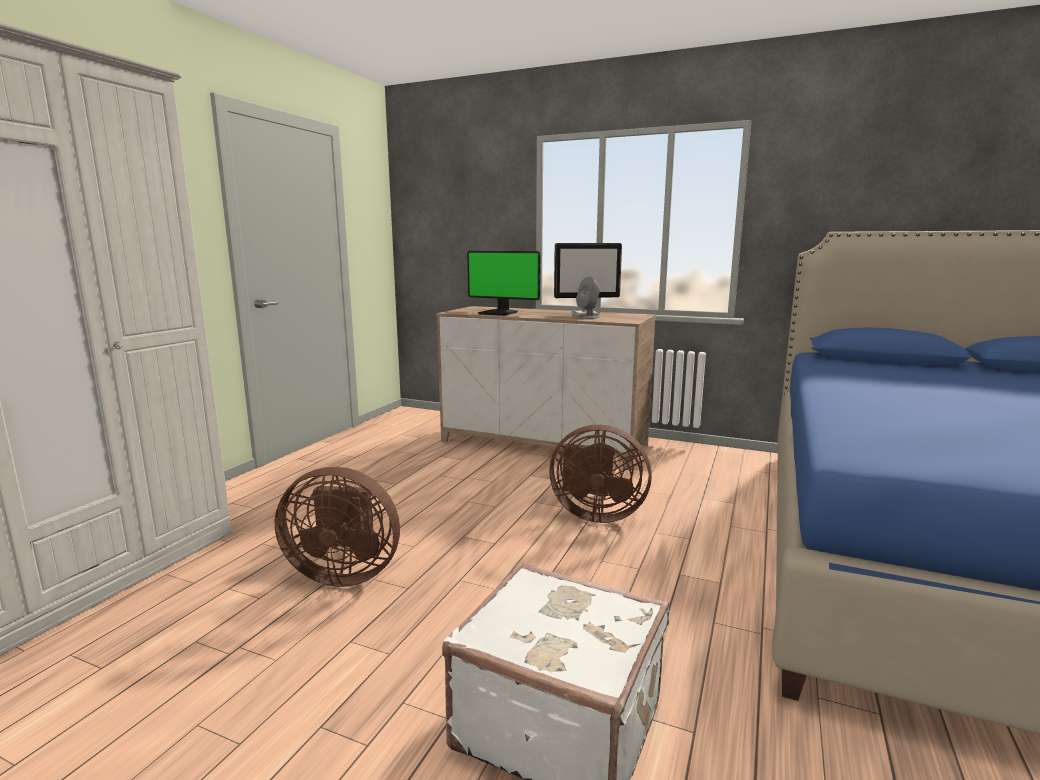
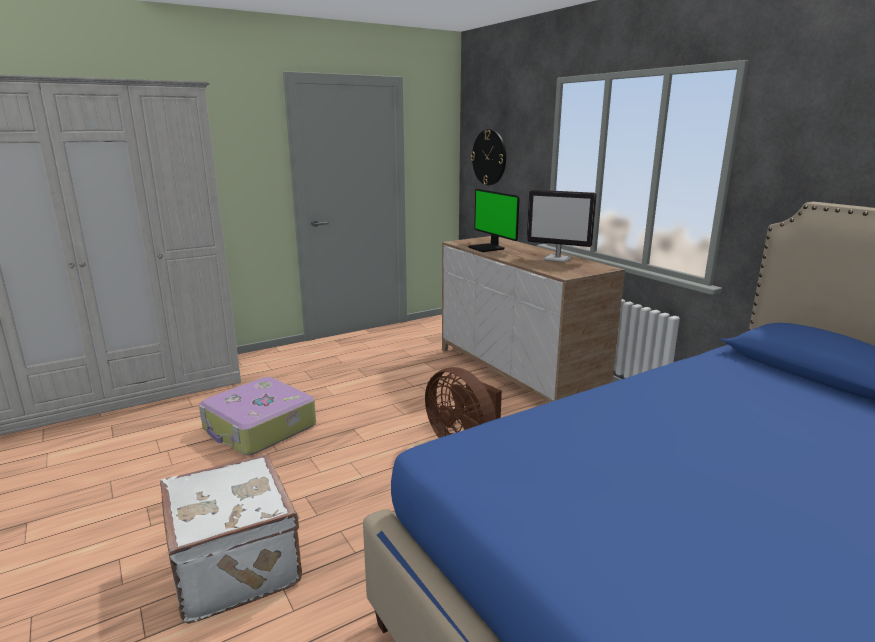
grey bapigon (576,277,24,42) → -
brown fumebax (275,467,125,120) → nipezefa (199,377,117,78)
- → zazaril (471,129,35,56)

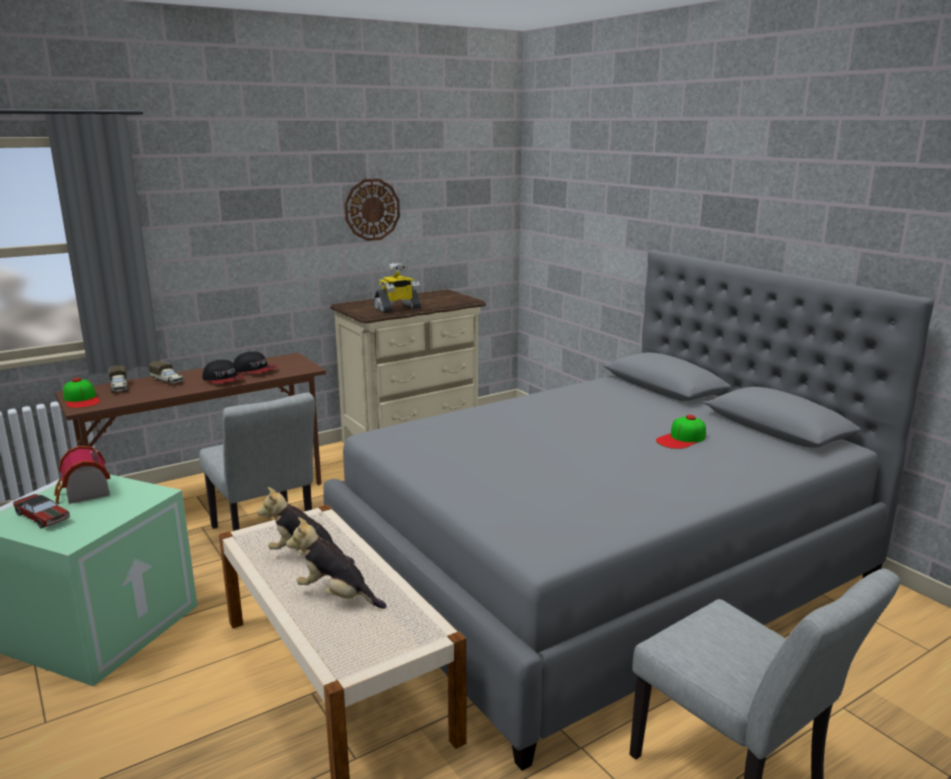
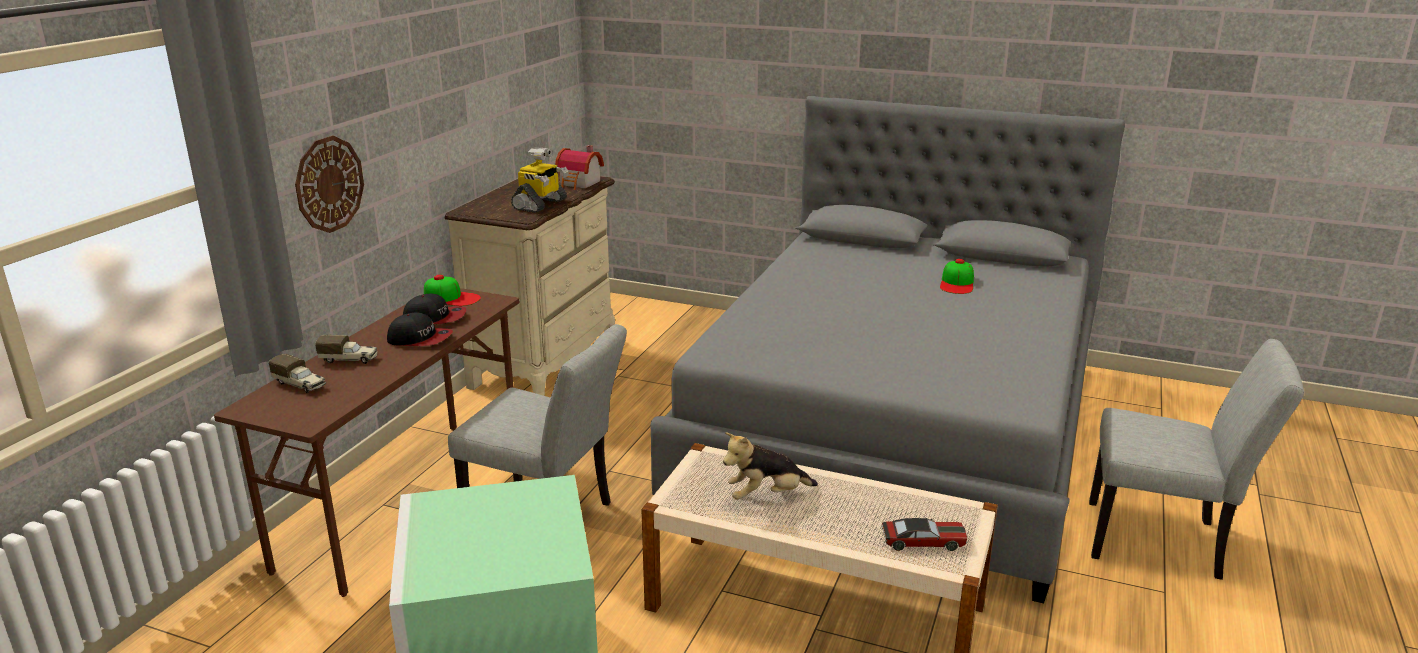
zazaril (345,179,55,62) → zazaril (295,136,69,97), relocated
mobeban (63,378,37,30) → mobeban (424,274,57,32), relocated
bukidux (54,446,57,58) → bukidux (555,145,49,45), relocated
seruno (13,494,57,35) → seruno (882,518,85,33), relocated
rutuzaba (286,517,101,92) → -

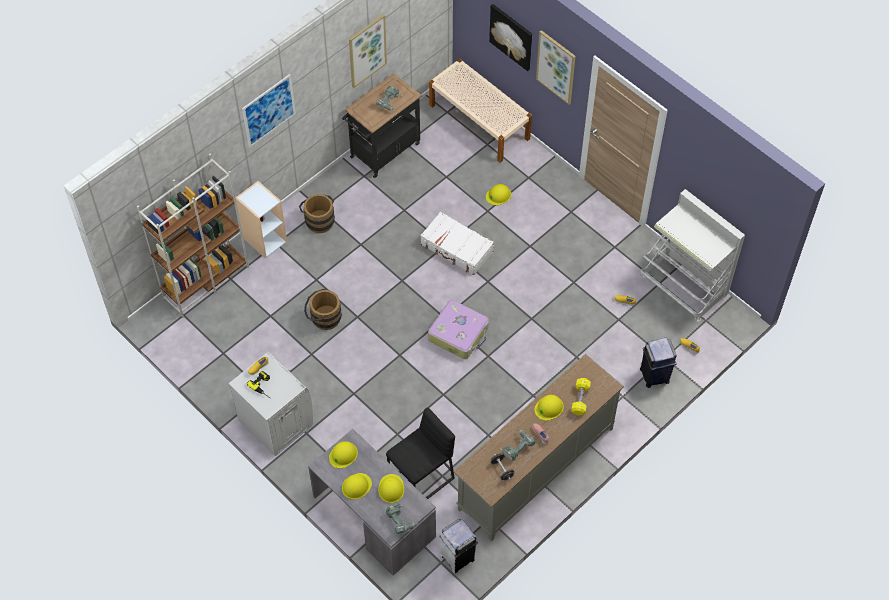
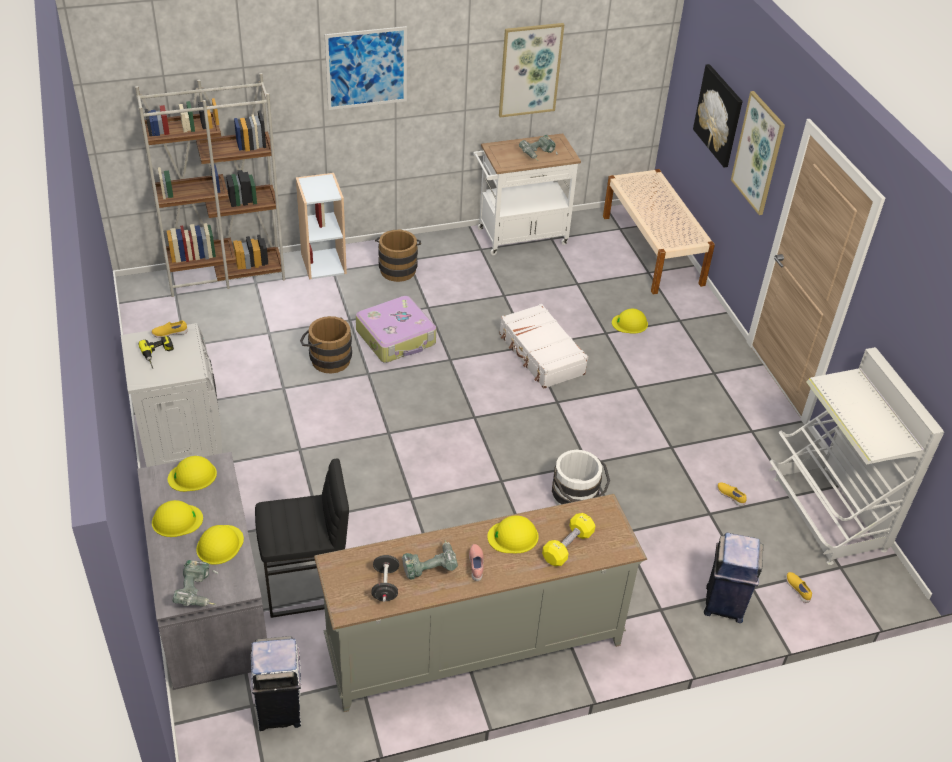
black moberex (342,73,79,105) → white moberex (473,133,108,122)
nipezefa (428,300,61,59) → nipezefa (356,296,80,67), relocated
- → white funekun (552,450,58,55)

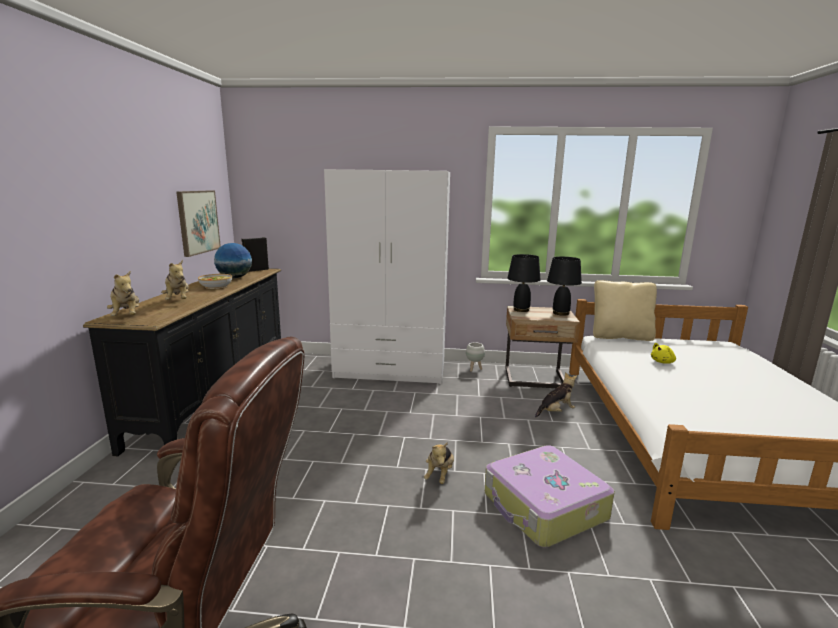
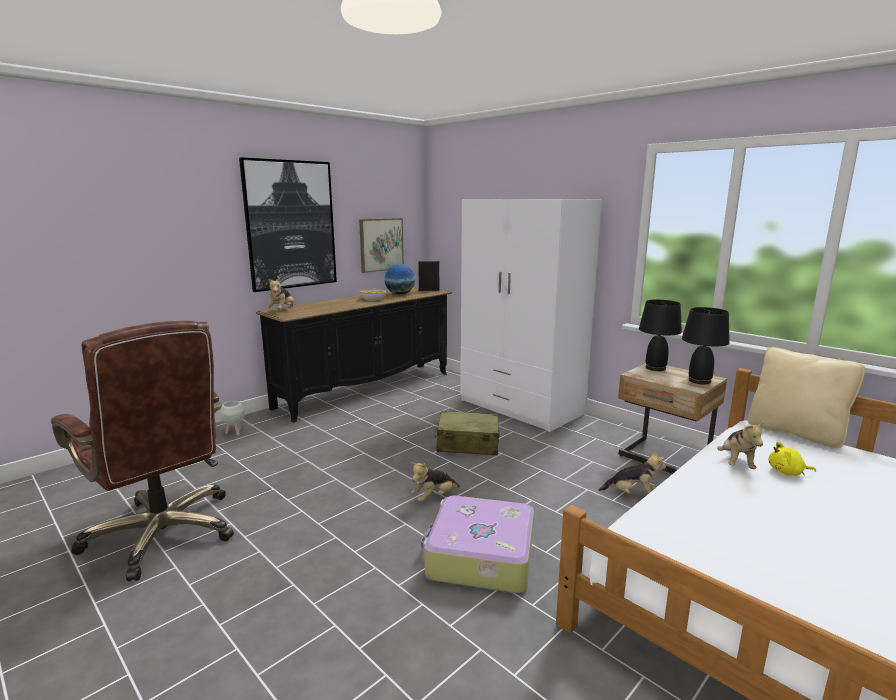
rutuzaba (161,260,28,40) → rutuzaba (717,422,46,47), relocated
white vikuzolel (466,342,19,30) → white vikuzolel (220,401,25,34), relocated
- → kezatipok (239,157,98,135)
- → beige nipezefa (434,411,66,44)

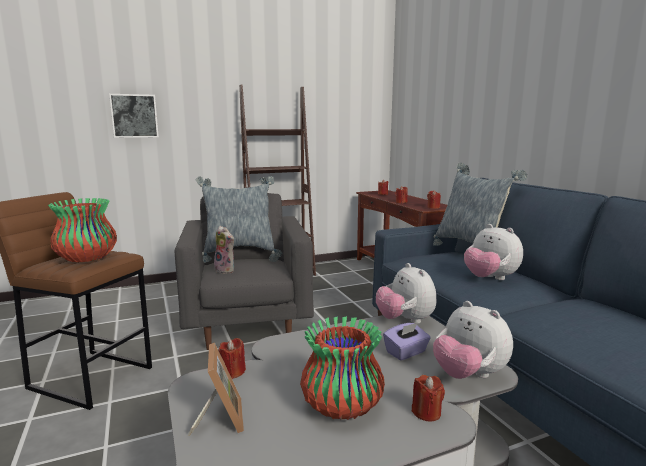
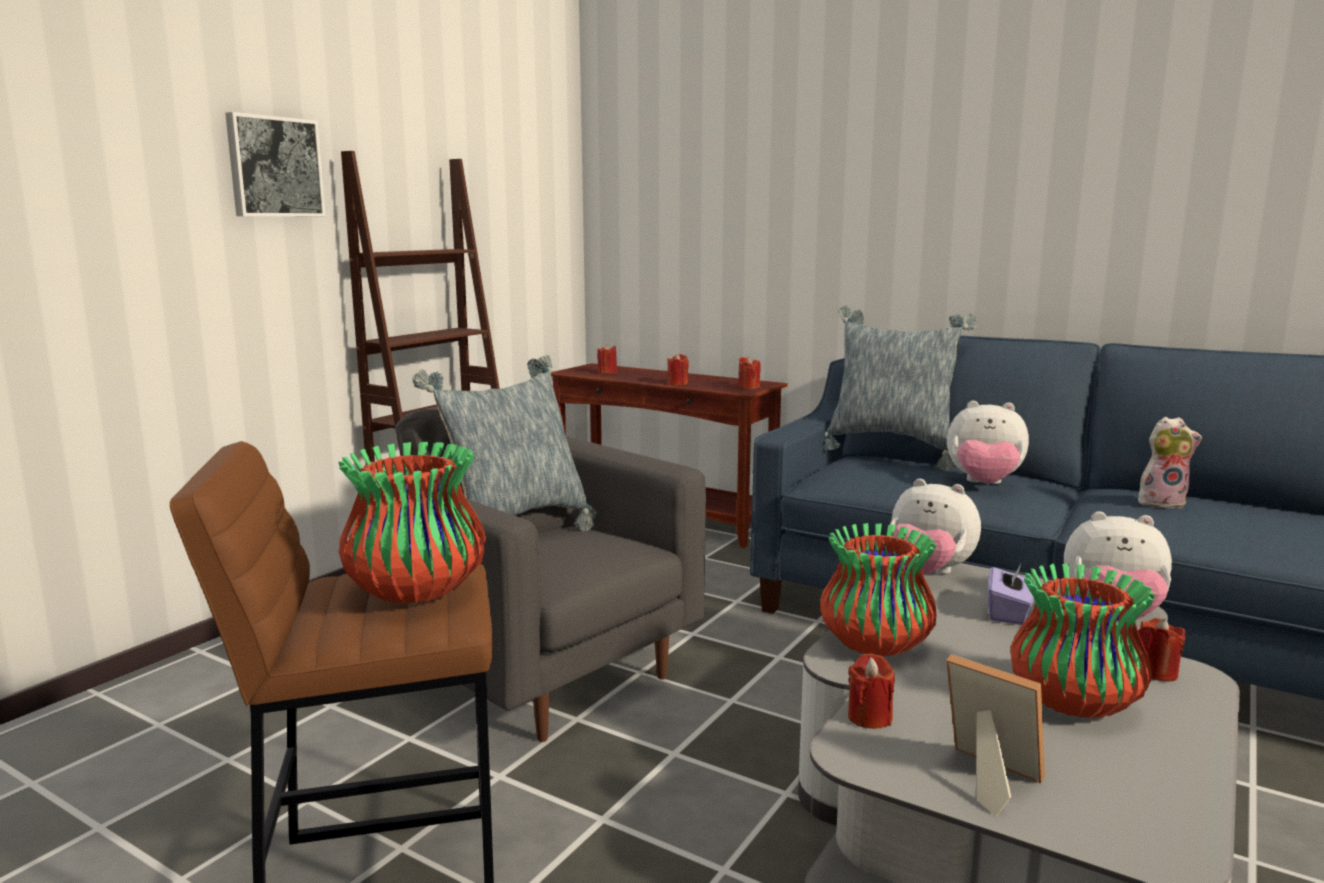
kezatipok (109,94,50,44) → kezatipok (225,112,101,104), relocated
rutuzaba (214,226,20,48) → rutuzaba (1138,417,64,92), relocated
- → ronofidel (820,523,117,134)

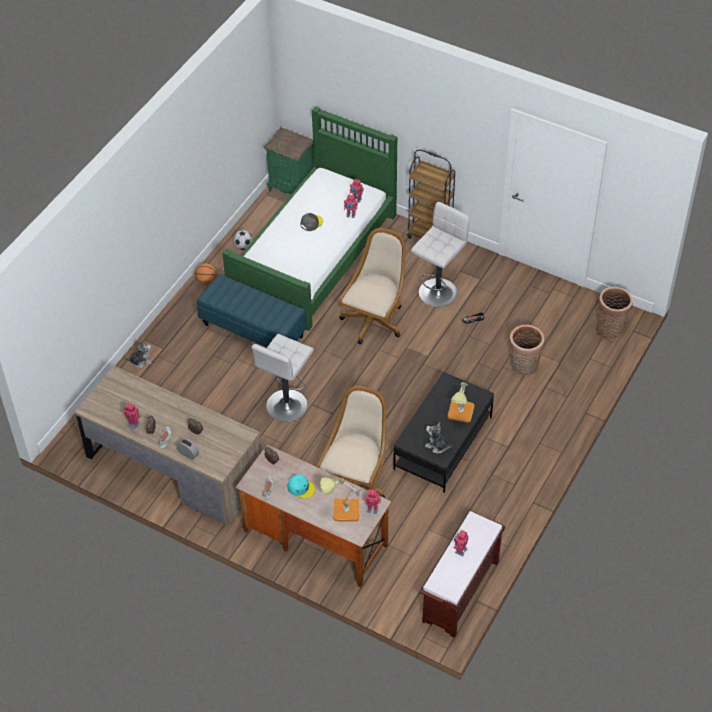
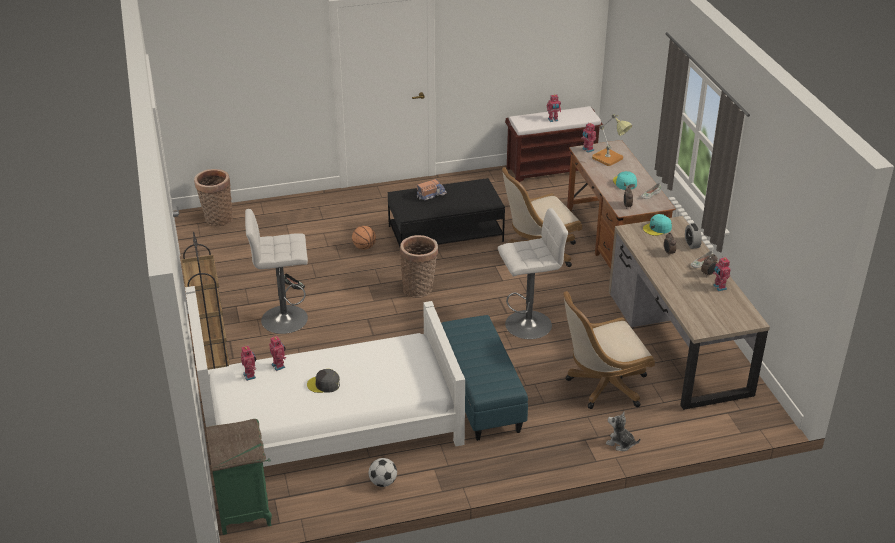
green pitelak (222,107,175,224) → white pitelak (185,286,280,181)
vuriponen (338,228,67,116) → vuriponen (563,291,92,118), relocated
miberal (195,263,22,22) → miberal (352,226,24,24), relocated
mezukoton (509,324,35,52) → mezukoton (400,235,38,63), relocated
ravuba (448,382,27,41) → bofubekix (417,179,30,22)
rutuzaba (425,422,27,31) → -
- → turquoise mobeban (643,214,29,22)

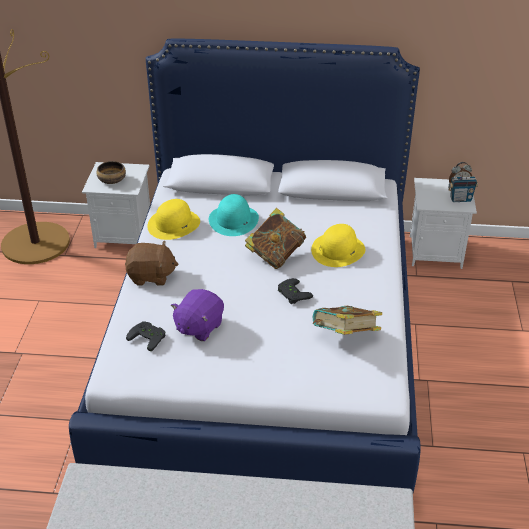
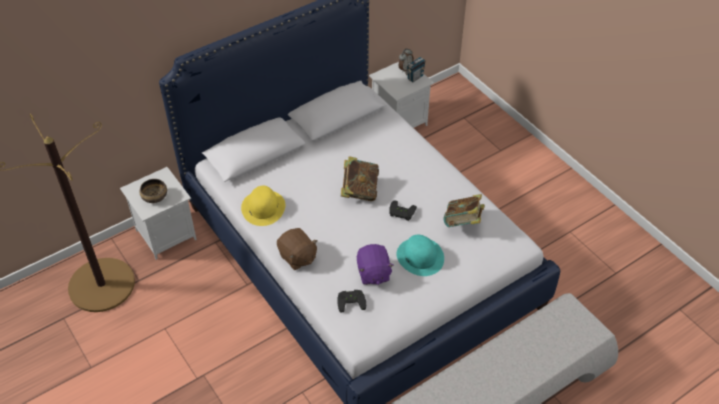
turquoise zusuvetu (209,194,50,42) → turquoise zusuvetu (396,235,48,41), relocated
yellow zusuvetu (311,224,54,43) → -
brown rutuzaba (125,241,53,45) → brown rutuzaba (277,228,41,42), 90 degrees clockwise

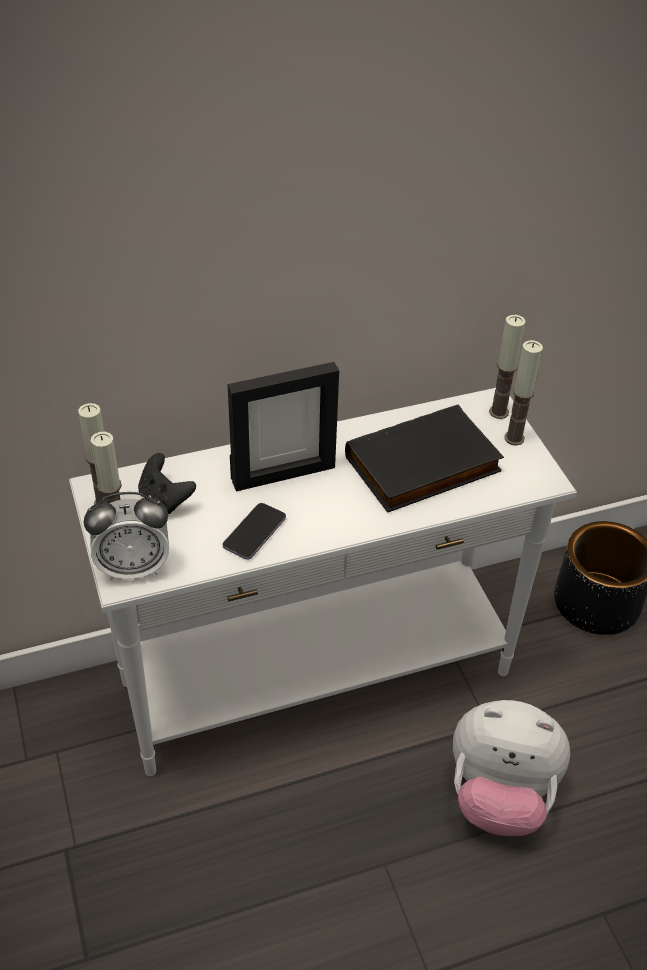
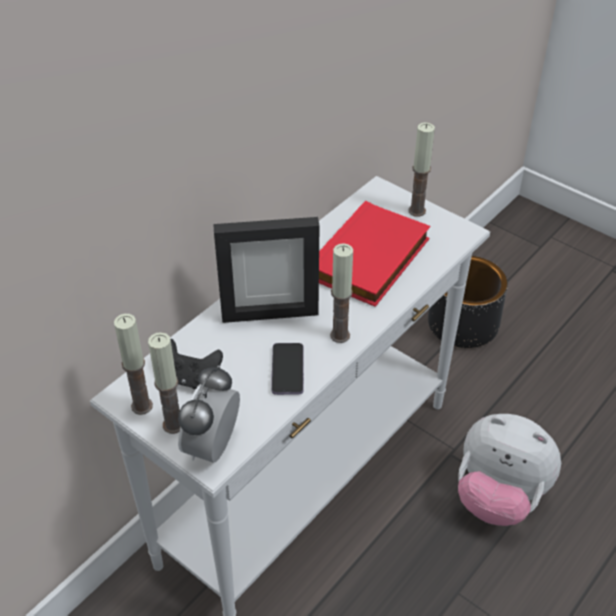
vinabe (489,315,36,104) → vinabe (330,243,23,100), relocated
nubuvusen (227,362,112,129) → nubuvusen (213,217,106,106), 45 degrees clockwise
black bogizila (345,405,159,108) → red bogizila (319,201,112,106)
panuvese (84,492,85,88) → panuvese (178,365,62,97), 150 degrees clockwise
rutuzaba (453,700,117,136) → rutuzaba (458,414,103,112), 45 degrees clockwise

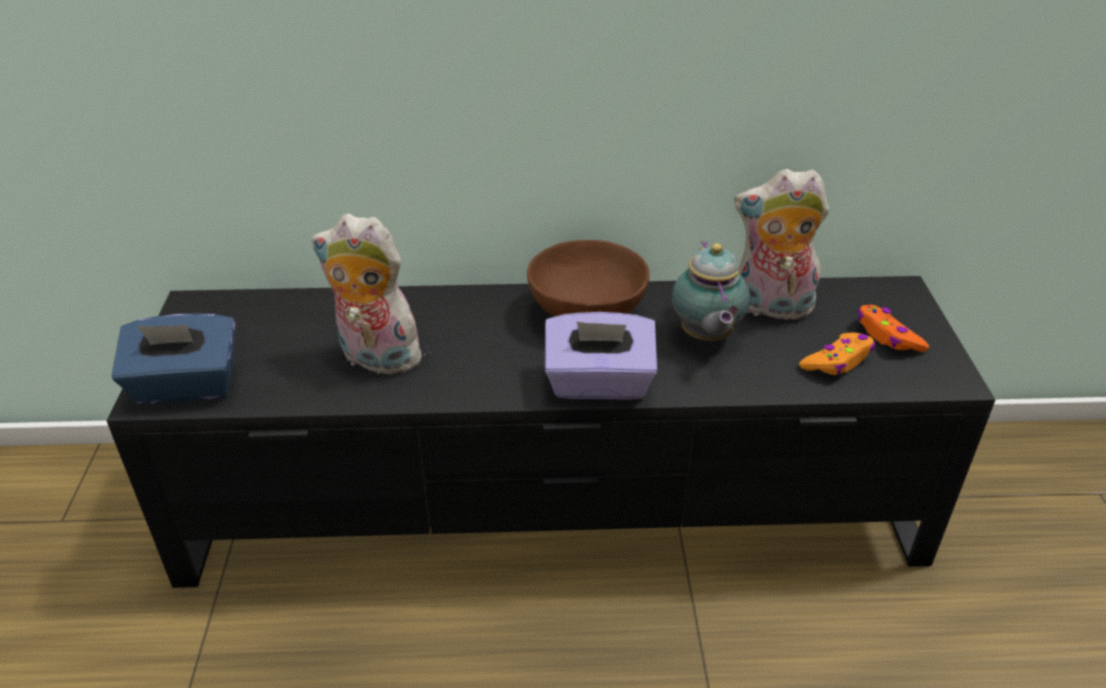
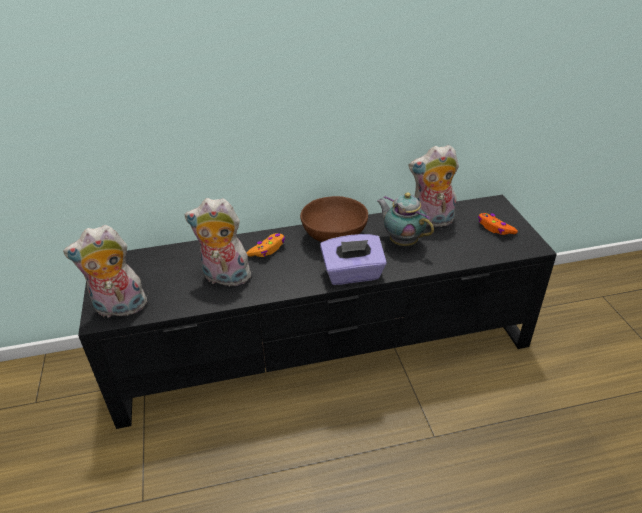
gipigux (672,241,78,100) → gipigux (377,192,57,54), 150 degrees clockwise
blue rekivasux (112,313,124,91) → rutuzaba (63,225,84,94)
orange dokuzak (799,332,76,43) → orange dokuzak (246,233,39,24), relocated

